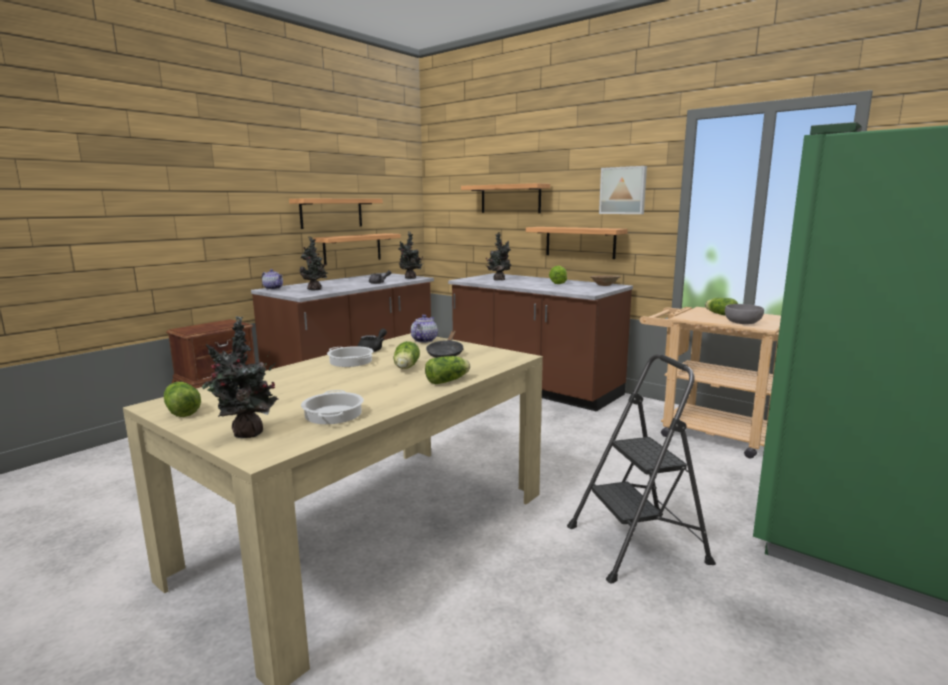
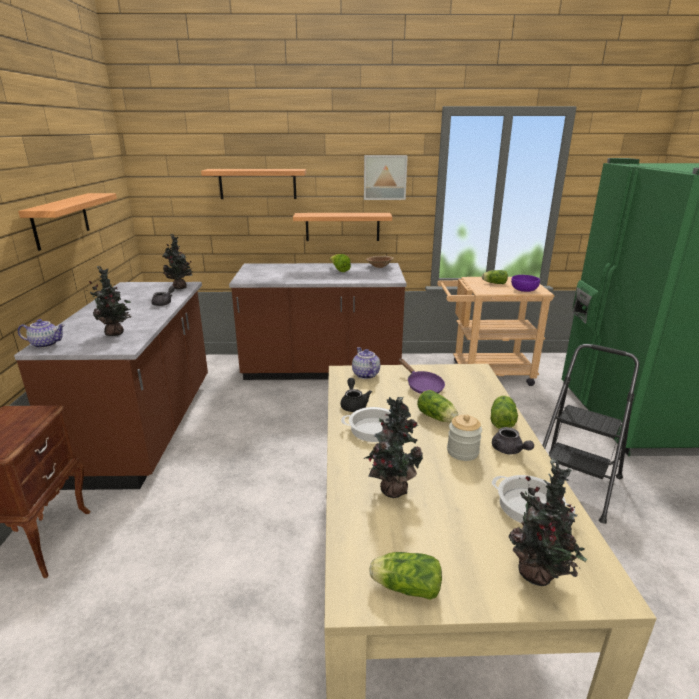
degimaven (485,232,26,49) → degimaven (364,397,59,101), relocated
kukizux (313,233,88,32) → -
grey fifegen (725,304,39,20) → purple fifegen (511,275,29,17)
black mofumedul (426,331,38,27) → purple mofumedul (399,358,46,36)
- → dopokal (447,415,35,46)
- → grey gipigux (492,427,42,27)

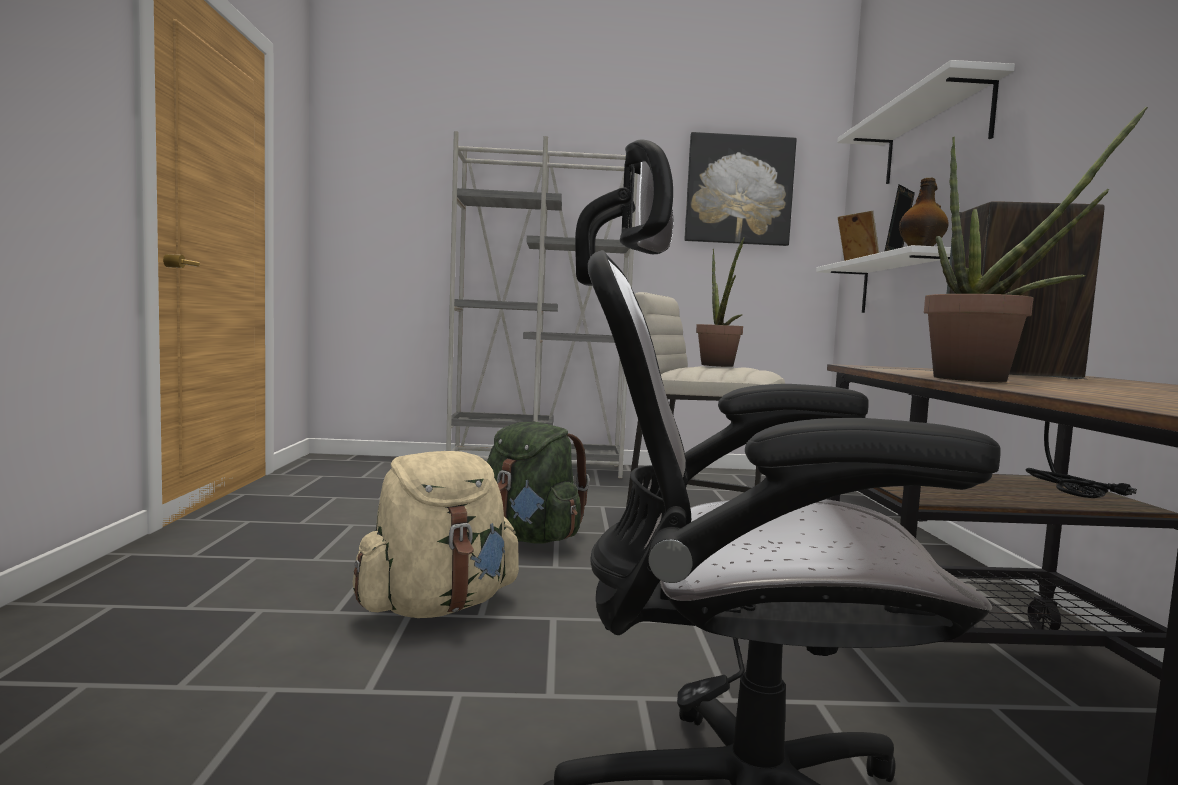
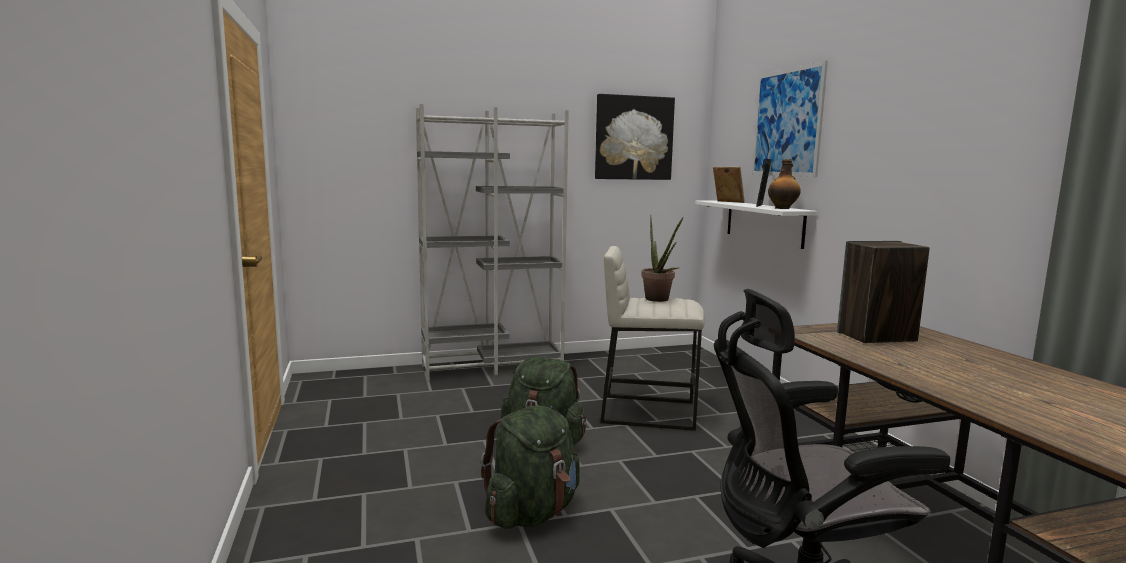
white kukizux (837,60,178,124) → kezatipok (751,61,77,116)
degimaven (924,107,224,275) → -
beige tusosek (353,451,166,167) → green tusosek (481,405,99,124)

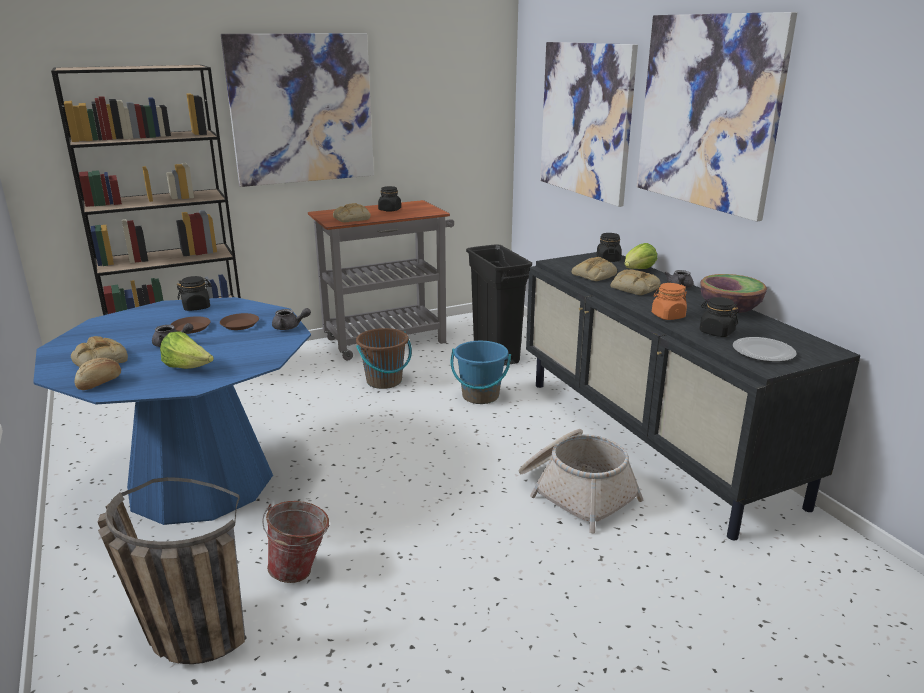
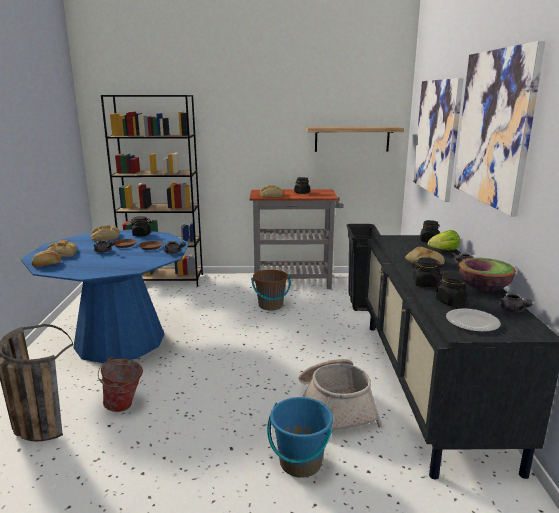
kezatipok (221,33,153,154) → -
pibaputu (572,257,45,24) → pibaputu (91,226,29,15), relocated
orange dopokal (652,283,35,37) → black dopokal (412,257,29,30)
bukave (160,331,54,38) → -
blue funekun (450,341,61,63) → blue funekun (267,397,66,81), relocated
- → kukizux (306,127,98,25)
- → grey gipigux (499,293,34,19)

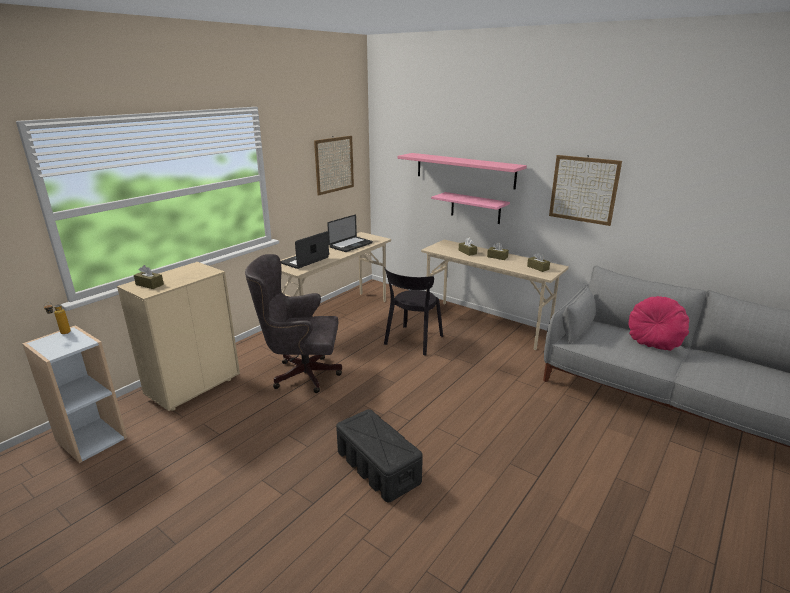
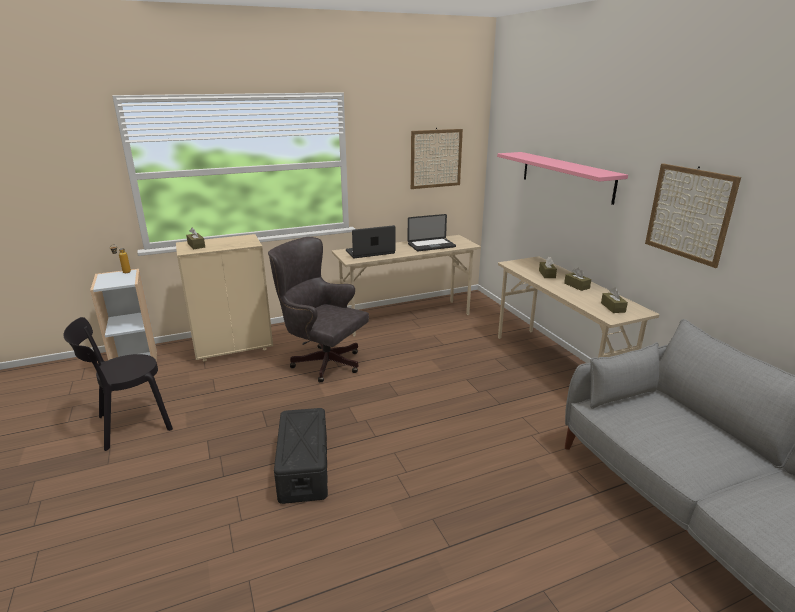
pink kukizux (431,192,79,32) → -
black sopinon (384,267,59,89) → black sopinon (64,317,109,134), relocated
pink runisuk (629,296,60,55) → -

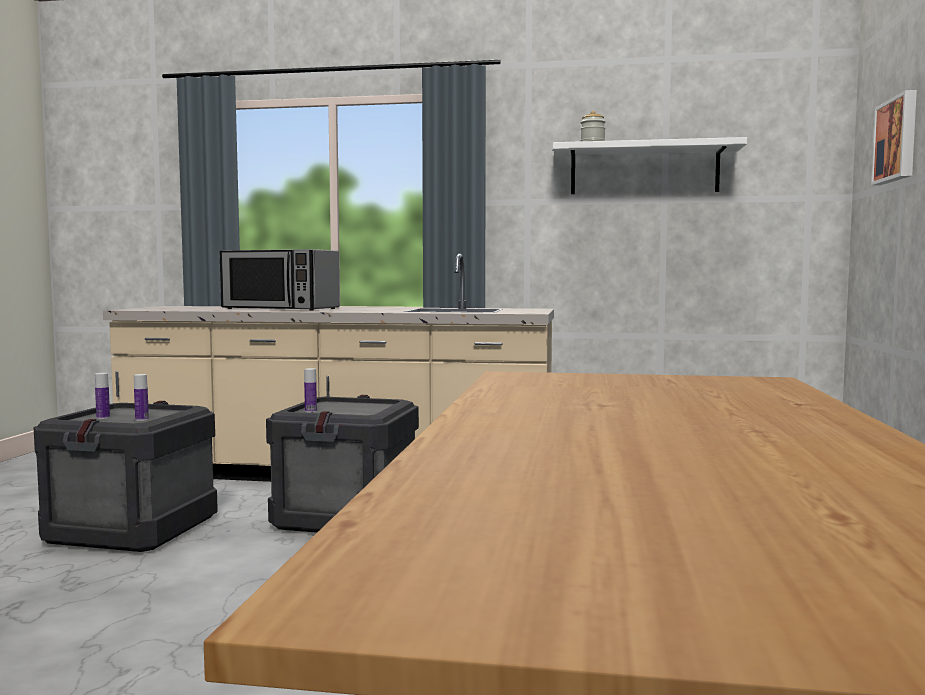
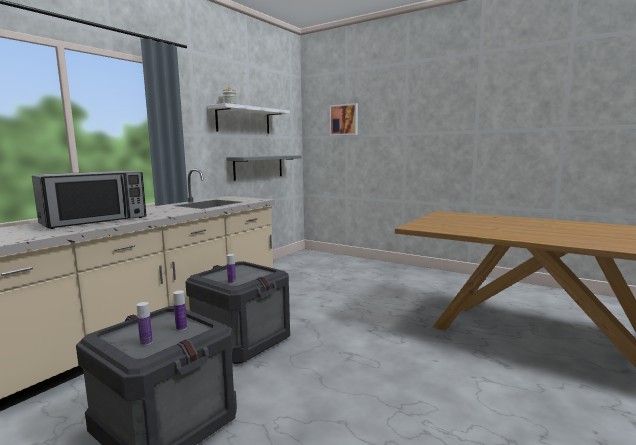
- → grey kukizux (226,155,75,26)

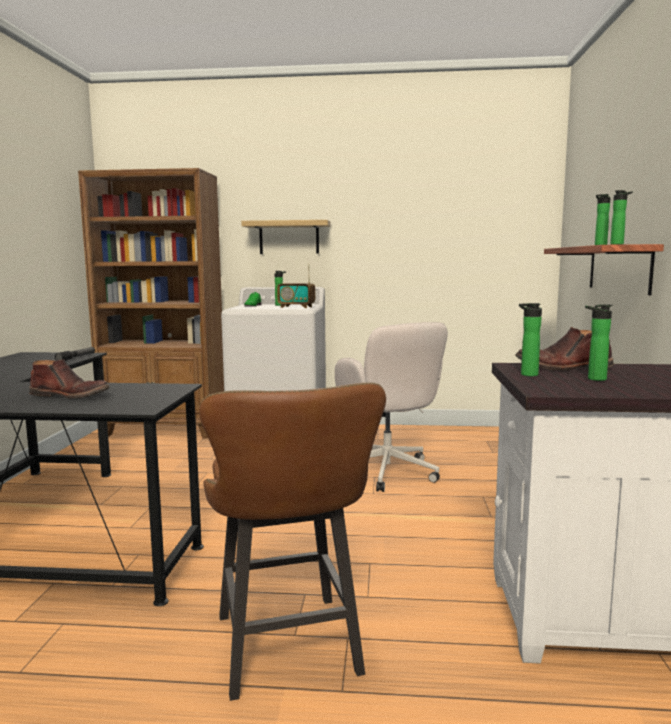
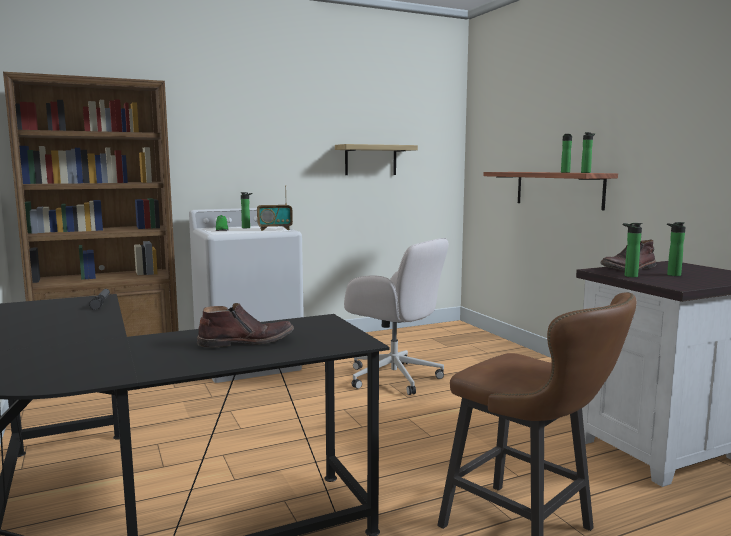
kukizux (241,220,89,34) → kukizux (335,144,83,31), relocated

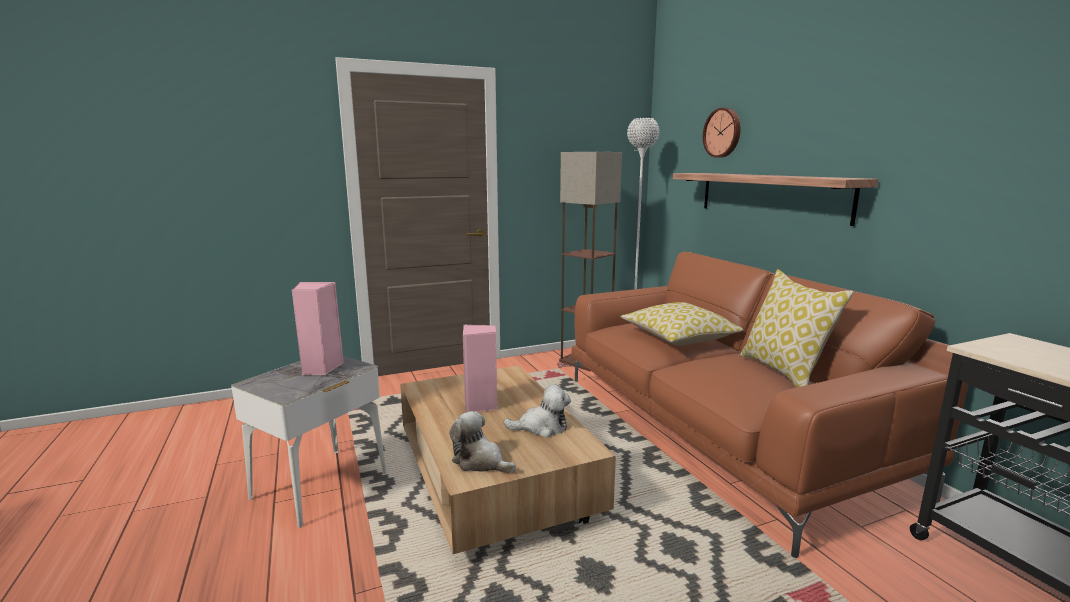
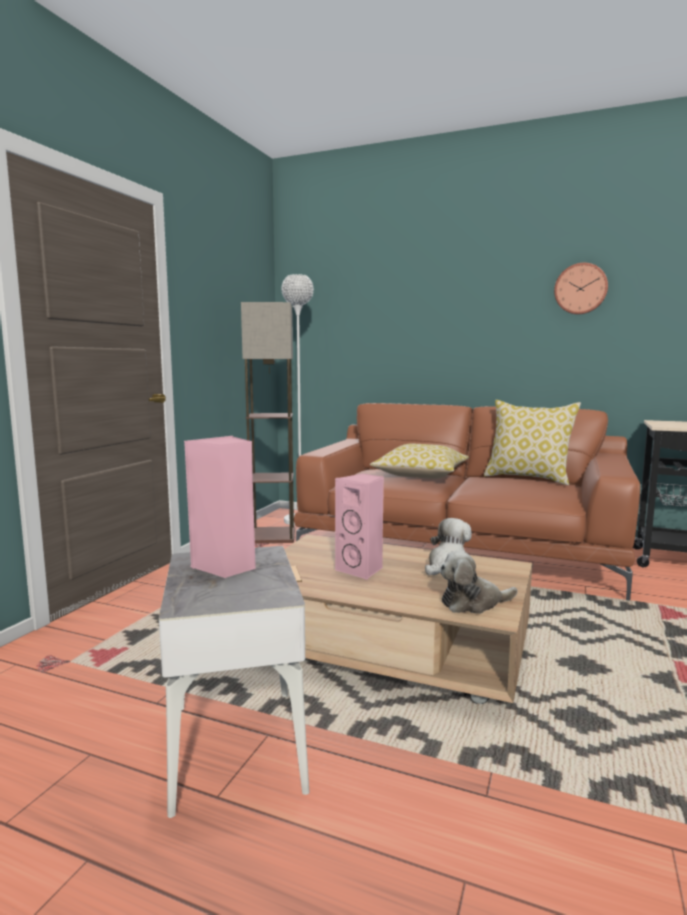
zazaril (703,108,38,50) → zazaril (554,263,54,51), relocated
kukizux (673,173,205,53) → -

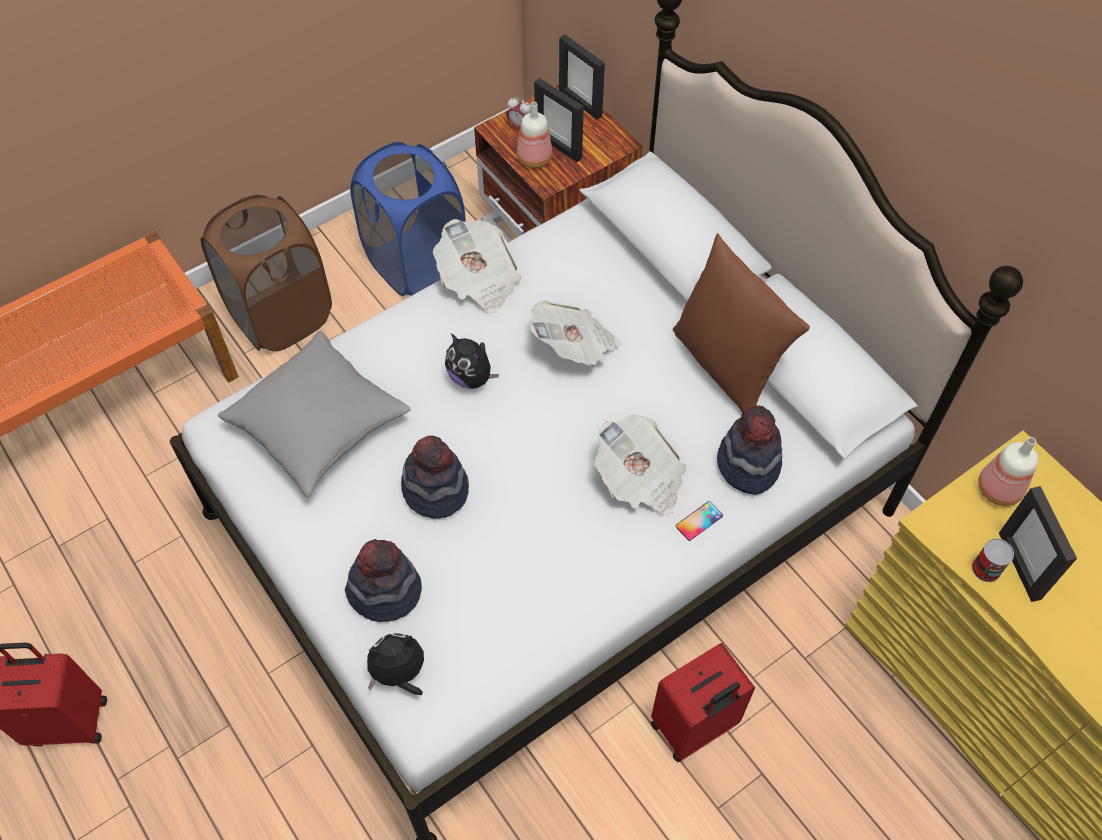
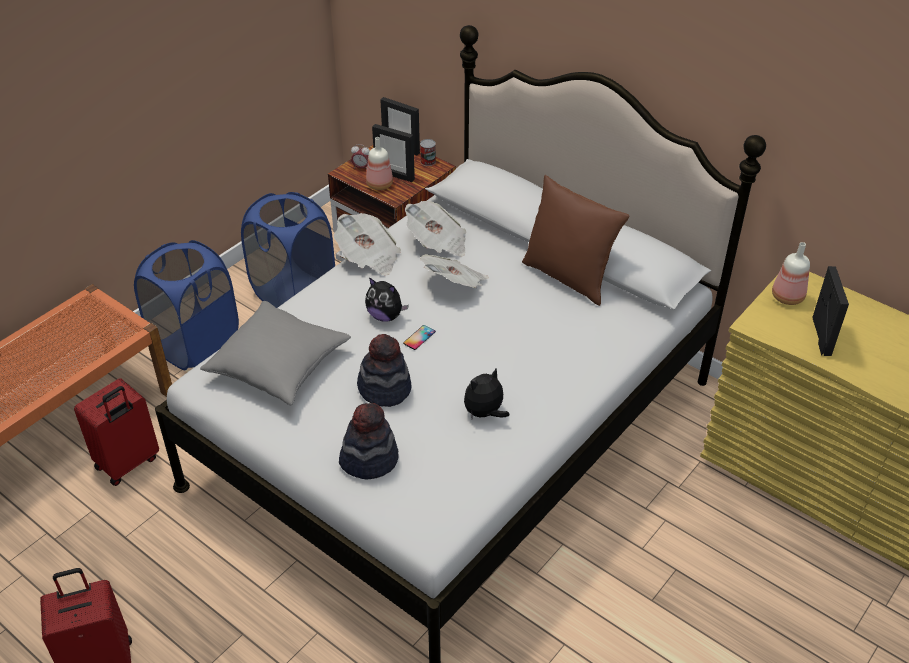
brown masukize (201,195,131,157) → blue masukize (134,240,105,130)
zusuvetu (717,405,65,90) → -
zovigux (594,415,93,101) → zovigux (405,201,61,55), relocated
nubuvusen (999,486,78,116) → nubuvusen (812,266,37,90), 150 degrees counterclockwise
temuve (676,501,47,40) → temuve (403,325,33,25), relocated
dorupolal (972,538,42,44) → dorupolal (420,139,16,27), relocated
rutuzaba (367,633,57,62) → rutuzaba (464,368,45,50), relocated
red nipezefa (651,643,104,120) → red nipezefa (74,378,85,108), relocated

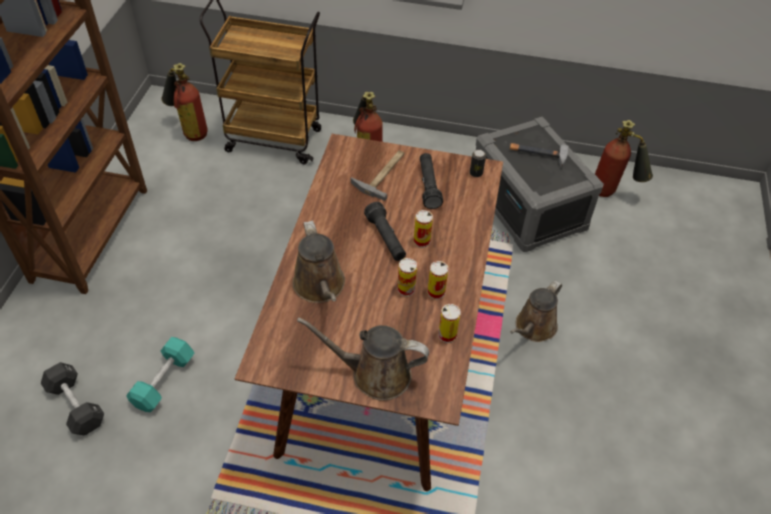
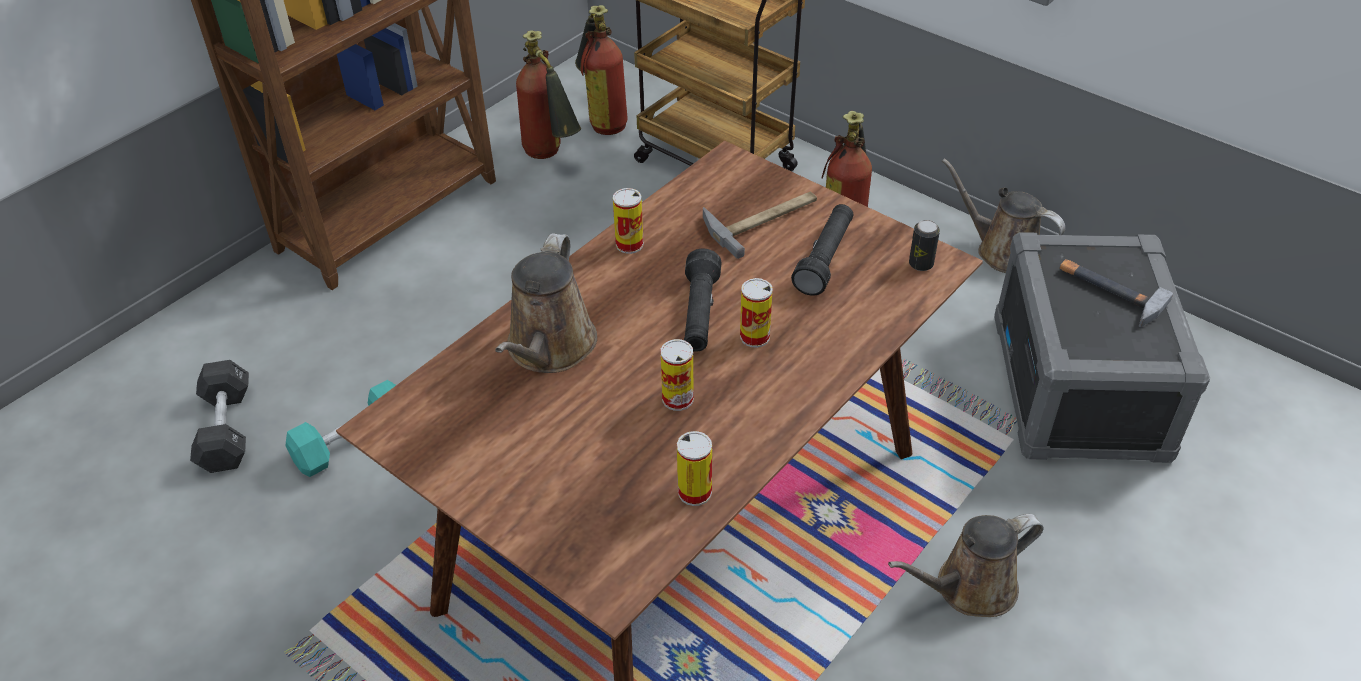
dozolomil (595,120,58,77) → dozolomil (516,30,65,129), relocated
dorupolal (427,261,21,39) → dorupolal (613,188,31,66), relocated
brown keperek (297,317,132,84) → brown keperek (942,158,123,115), relocated

